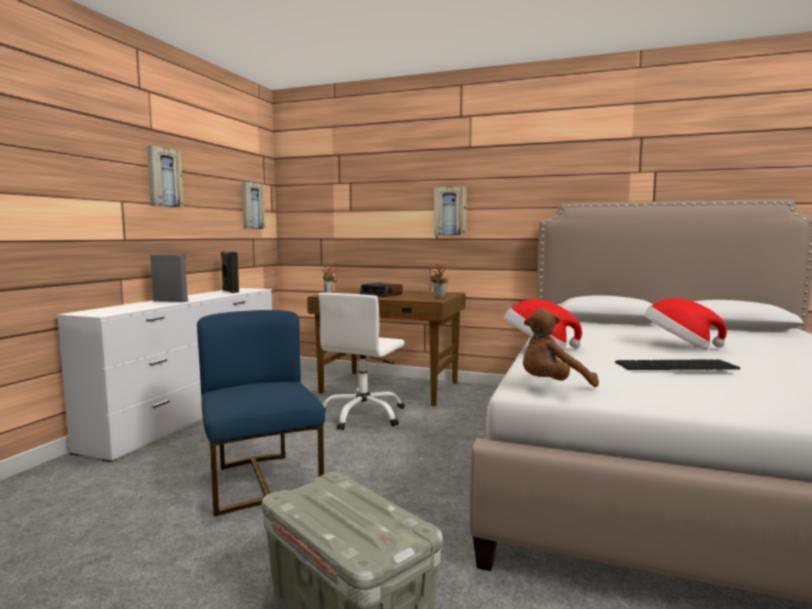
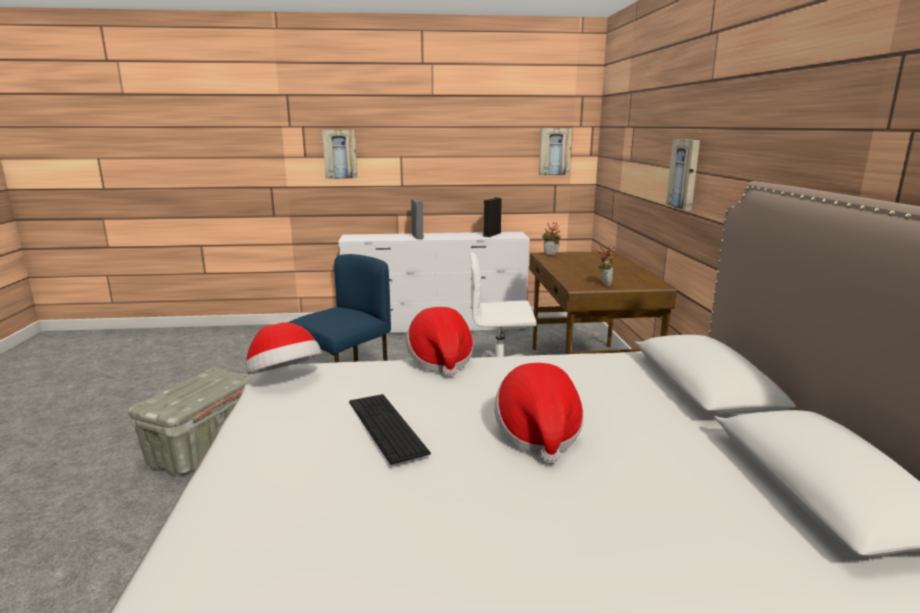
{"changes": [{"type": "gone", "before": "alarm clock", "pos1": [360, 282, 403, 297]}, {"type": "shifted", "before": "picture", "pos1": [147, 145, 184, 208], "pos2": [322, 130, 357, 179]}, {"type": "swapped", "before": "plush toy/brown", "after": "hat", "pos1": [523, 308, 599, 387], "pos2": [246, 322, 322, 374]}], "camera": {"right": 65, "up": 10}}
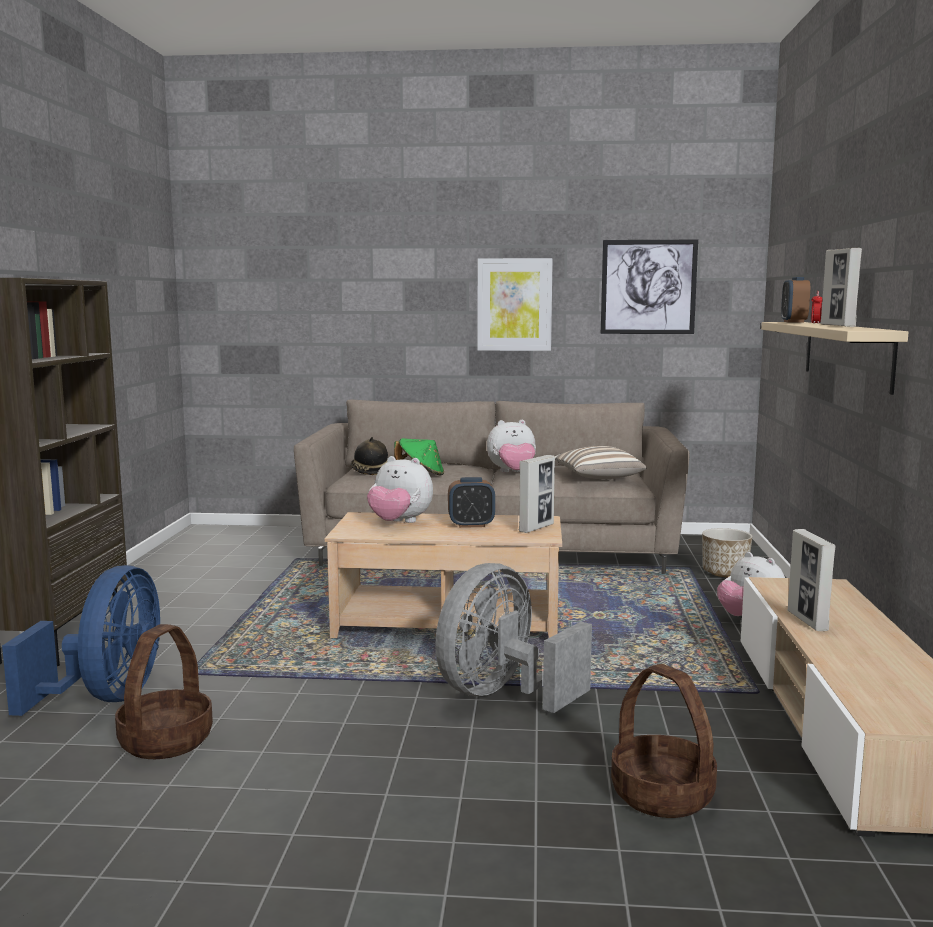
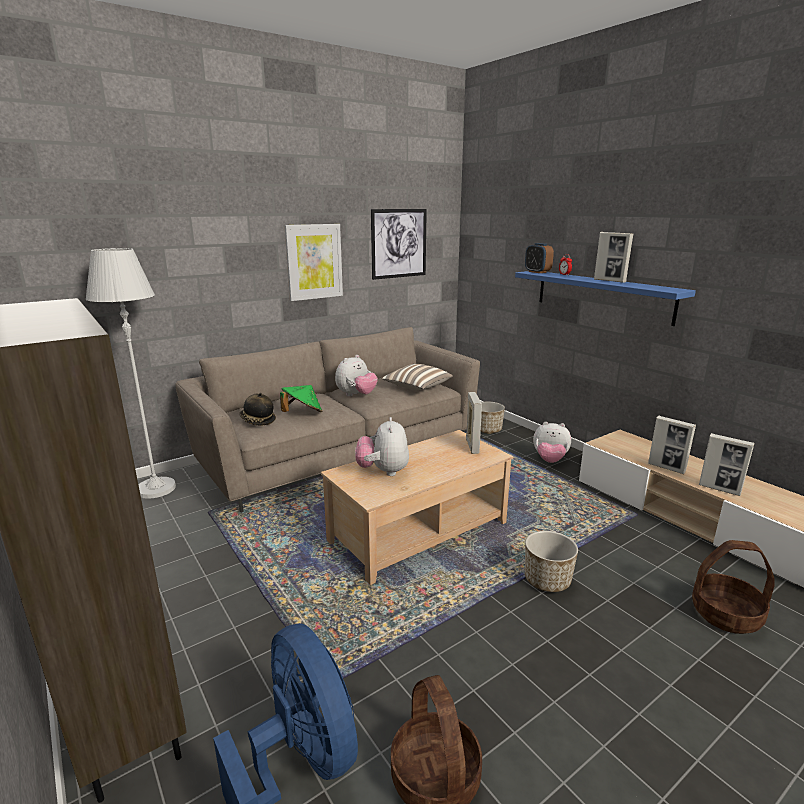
{"changes": [{"type": "gone", "before": "alarm clock", "pos1": [448, 477, 495, 528]}, {"type": "new", "after": "floor lamp/white", "pos2": [86, 248, 176, 499]}, {"type": "new", "after": "picture frame", "pos2": [699, 433, 754, 496]}, {"type": "swapped", "before": "fan/grey", "after": "planter", "pos1": [435, 563, 592, 713], "pos2": [525, 531, 578, 592]}, {"type": "repainted", "before": "shelf/beige", "after": "shelf/blue", "pos1": [761, 322, 909, 395], "pos2": [515, 271, 696, 326]}, {"type": "rotated", "before": "plush toy", "pos1": [367, 456, 433, 523], "pos2": [355, 417, 409, 476], "turn": 105}], "camera": {"right": -40, "up": 10}}
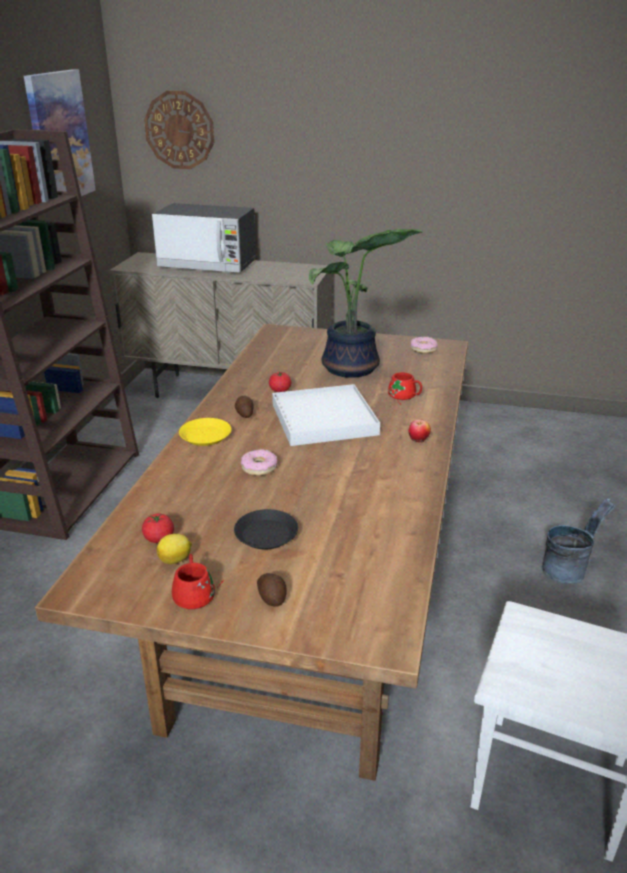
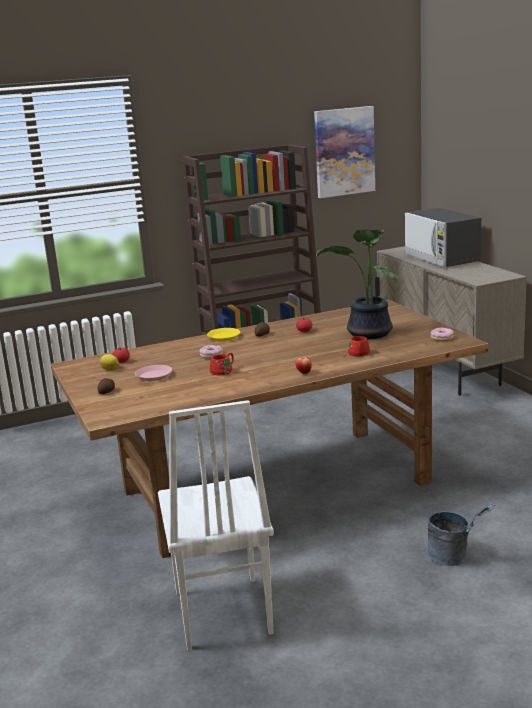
{"changes": [{"type": "gone", "before": "wall clock", "pos1": [144, 91, 214, 169]}, {"type": "gone", "before": "tray/white", "pos1": [272, 384, 380, 446]}, {"type": "shifted", "before": "mug/red", "pos1": [172, 554, 224, 609], "pos2": [210, 353, 238, 375]}, {"type": "repainted", "before": "plate/black", "after": "plate/pink", "pos1": [234, 509, 298, 550], "pos2": [135, 365, 172, 381]}], "camera": {"right": 55, "up": -10}}
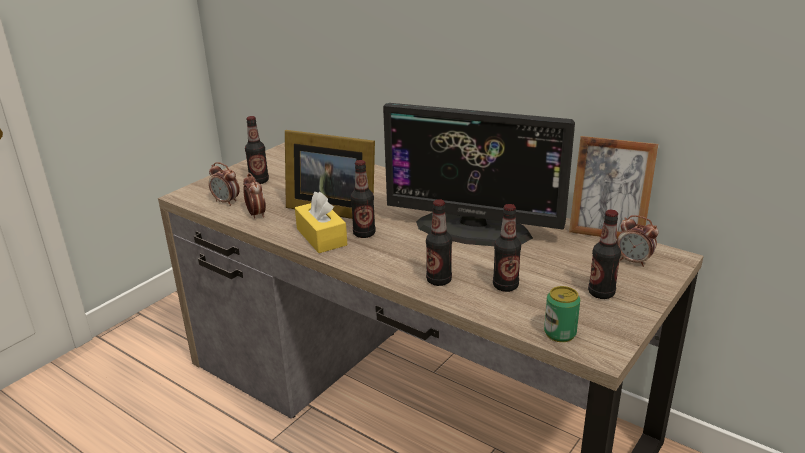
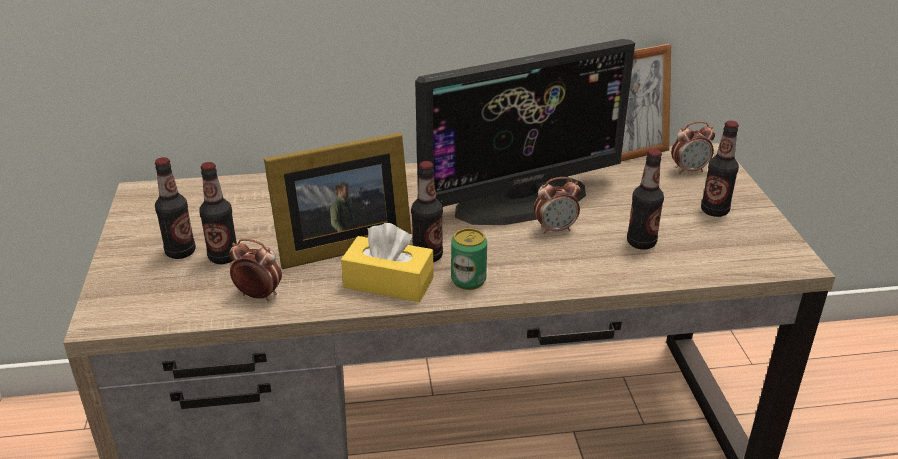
{"changes": [{"type": "shifted", "before": "alarm clock", "pos1": [209, 162, 240, 206], "pos2": [534, 177, 581, 234]}, {"type": "shifted", "before": "bottle", "pos1": [426, 199, 452, 286], "pos2": [199, 162, 237, 264]}, {"type": "shifted", "before": "can", "pos1": [544, 286, 580, 342], "pos2": [451, 228, 487, 290]}], "camera": {"right": -45, "up": 5}}
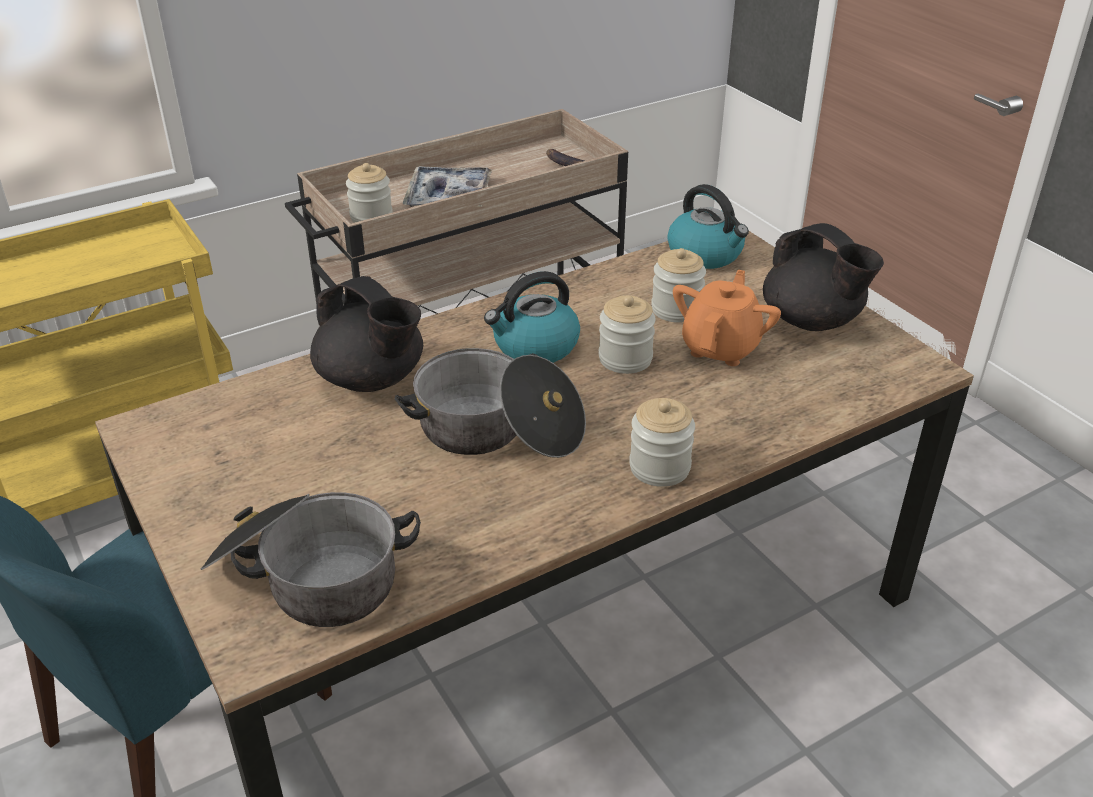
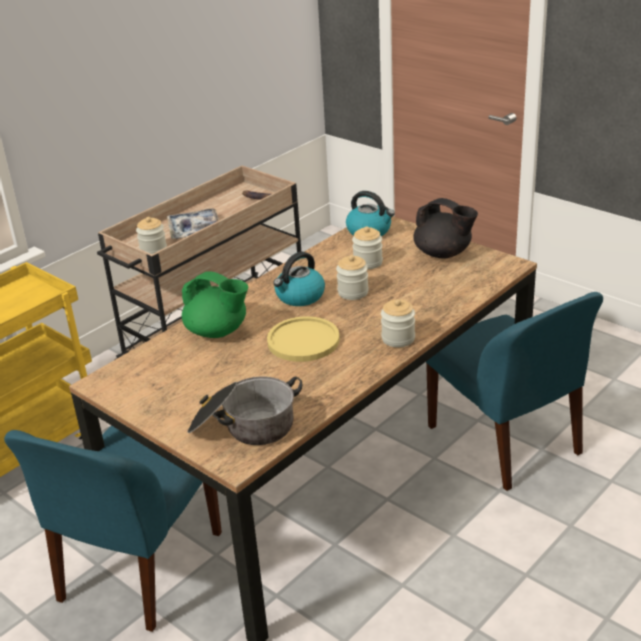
{"changes": [{"type": "gone", "before": "teapot/orange", "pos1": [673, 270, 781, 366]}, {"type": "new", "after": "chair/blue", "pos2": [426, 292, 603, 491]}, {"type": "swapped", "before": "cooking pot", "after": "plate/yellow", "pos1": [395, 348, 586, 458], "pos2": [267, 316, 340, 362]}, {"type": "repainted", "before": "teapot/black", "after": "teapot/green", "pos1": [310, 276, 423, 392], "pos2": [182, 271, 248, 338]}], "camera": {"right": -15, "up": -5}}
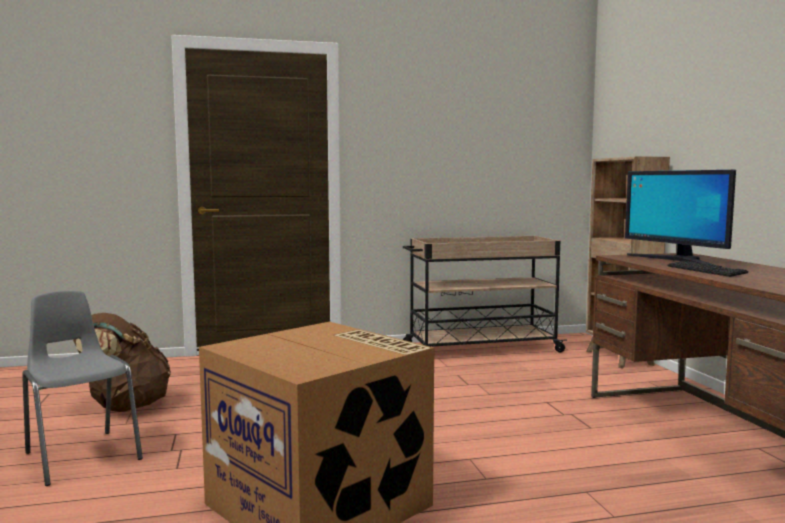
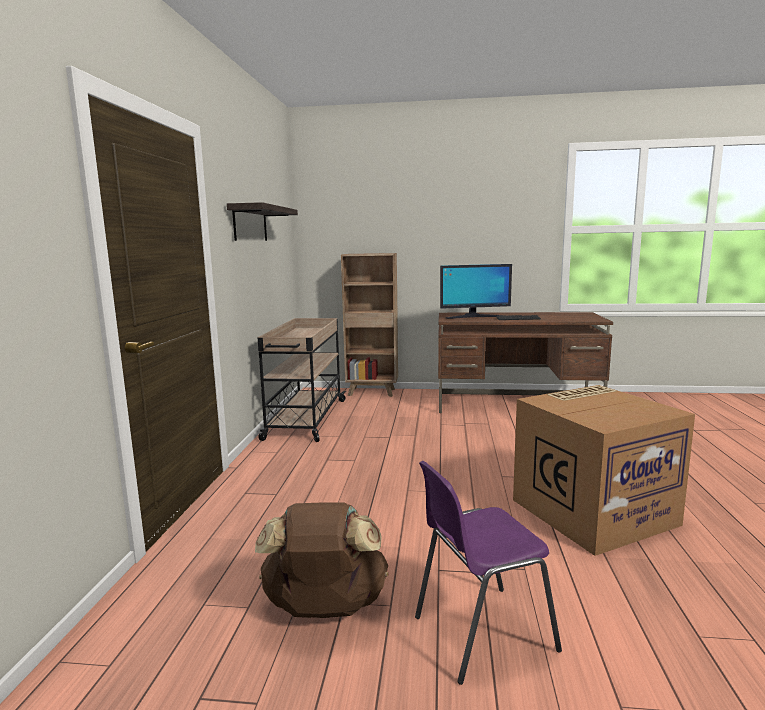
{"changes": [{"type": "new", "after": "shelf", "pos2": [227, 202, 298, 241]}, {"type": "repainted", "before": "chair/grey", "after": "chair/purple", "pos1": [22, 291, 143, 486], "pos2": [415, 461, 562, 685]}], "camera": {"right": -70, "up": 5}}
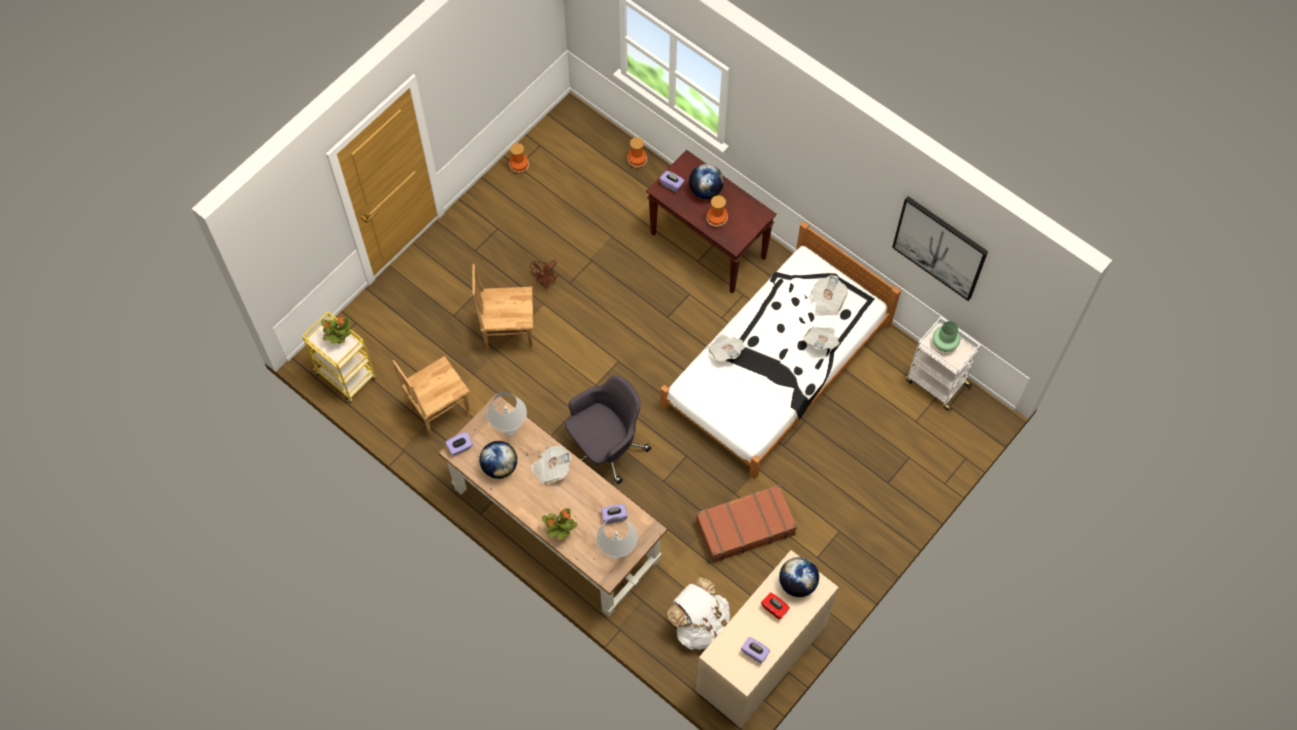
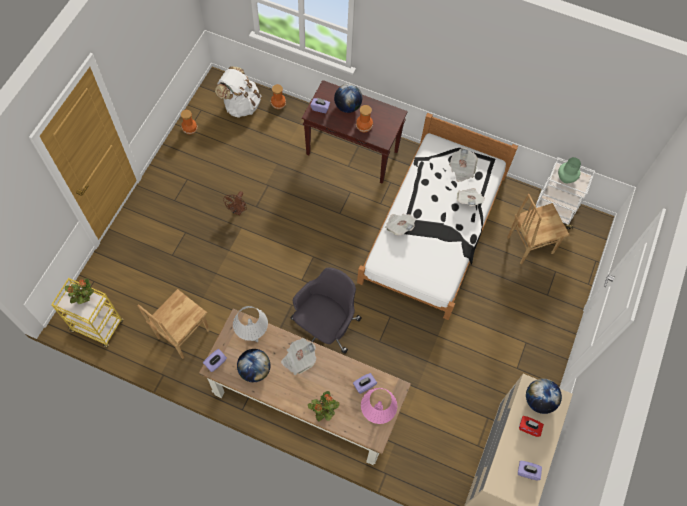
{"changes": [{"type": "gone", "before": "suitcase/brown", "pos1": [696, 485, 797, 563]}, {"type": "gone", "before": "picture", "pos1": [892, 196, 988, 301]}, {"type": "shifted", "before": "chair/brown", "pos1": [473, 264, 533, 353], "pos2": [507, 194, 570, 264]}, {"type": "shifted", "before": "backpack/white", "pos1": [667, 577, 730, 650], "pos2": [215, 66, 261, 118]}, {"type": "repainted", "before": "table lamp/white", "after": "table lamp/pink", "pos1": [596, 517, 638, 559], "pos2": [361, 388, 397, 424]}], "camera": {"right": -20, "up": 0}}
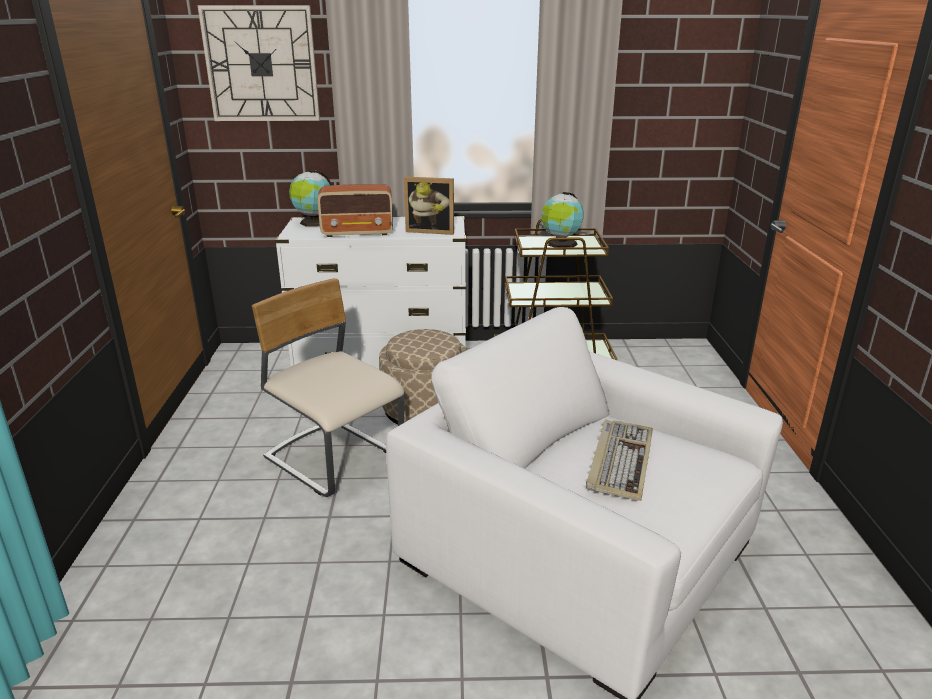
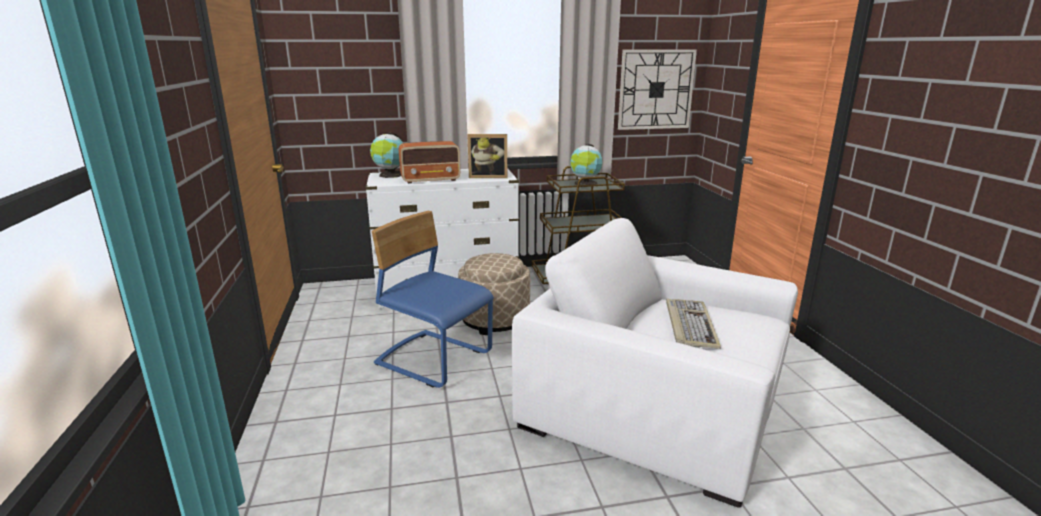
{"changes": [{"type": "shifted", "before": "wall clock", "pos1": [197, 5, 320, 121], "pos2": [618, 49, 697, 130]}, {"type": "repainted", "before": "chair/beige", "after": "chair/blue", "pos1": [252, 278, 404, 497], "pos2": [371, 211, 494, 388]}], "camera": {"right": -10, "up": -5}}
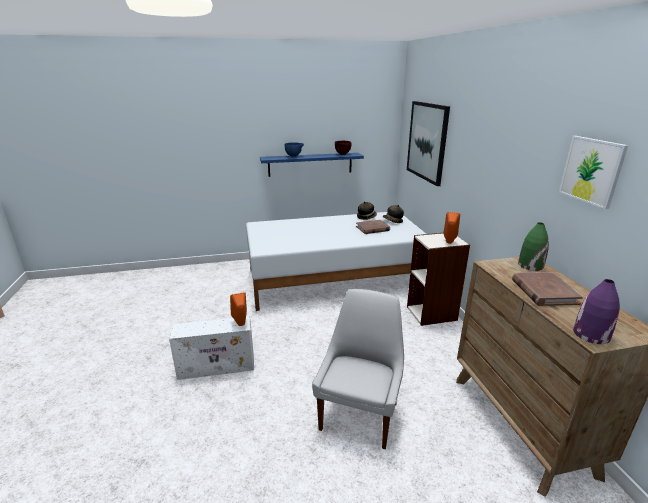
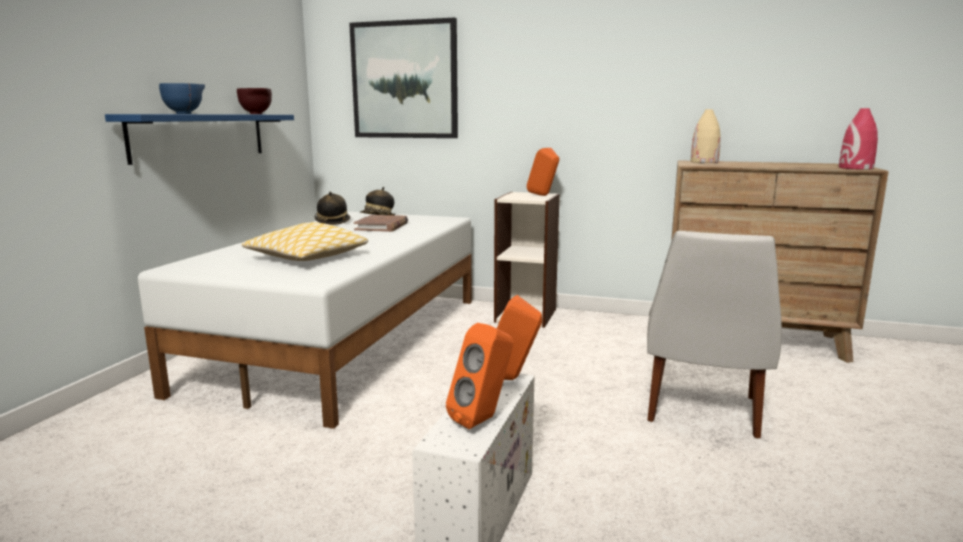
{"changes": [{"type": "gone", "before": "book/brown", "pos1": [512, 272, 583, 306]}, {"type": "gone", "before": "picture", "pos1": [559, 136, 628, 209]}, {"type": "new", "after": "pillow", "pos2": [242, 222, 368, 261]}, {"type": "new", "after": "speaker/orange", "pos2": [446, 323, 513, 429]}, {"type": "repainted", "before": "vase/green", "after": "vase/beige", "pos1": [518, 222, 549, 271], "pos2": [691, 109, 721, 163]}, {"type": "repainted", "before": "vase/purple", "after": "vase/red", "pos1": [573, 279, 620, 344], "pos2": [839, 108, 878, 170]}, {"type": "rotated", "before": "chair/white", "pos1": [312, 289, 404, 449], "pos2": [647, 231, 782, 438], "turn": -120}], "camera": {"right": -60, "up": -10}}
